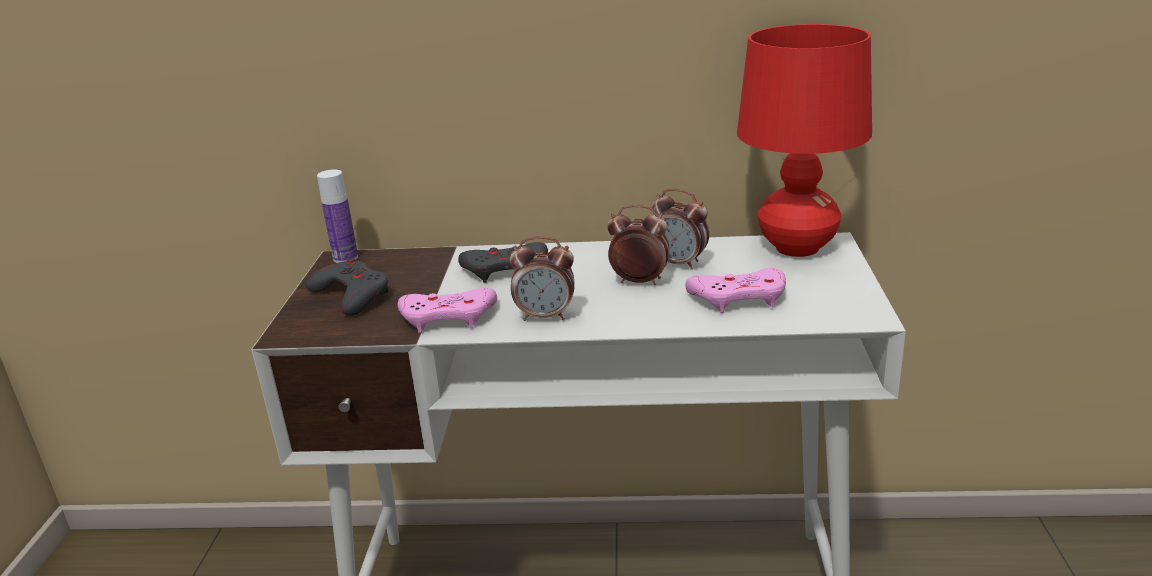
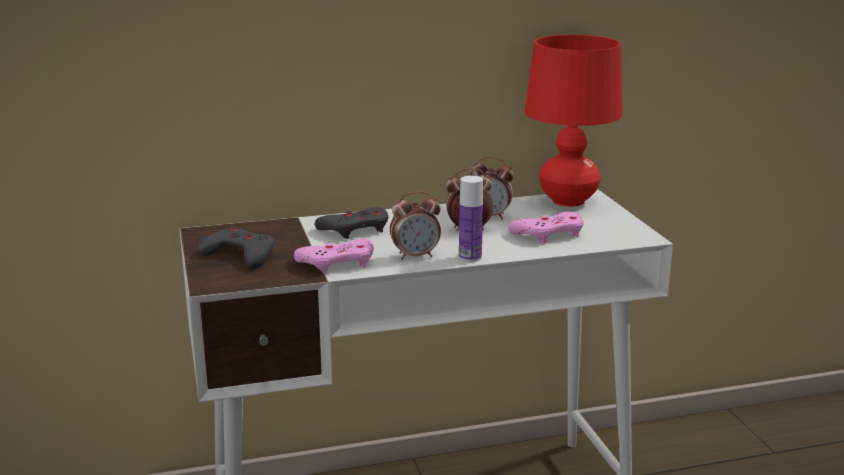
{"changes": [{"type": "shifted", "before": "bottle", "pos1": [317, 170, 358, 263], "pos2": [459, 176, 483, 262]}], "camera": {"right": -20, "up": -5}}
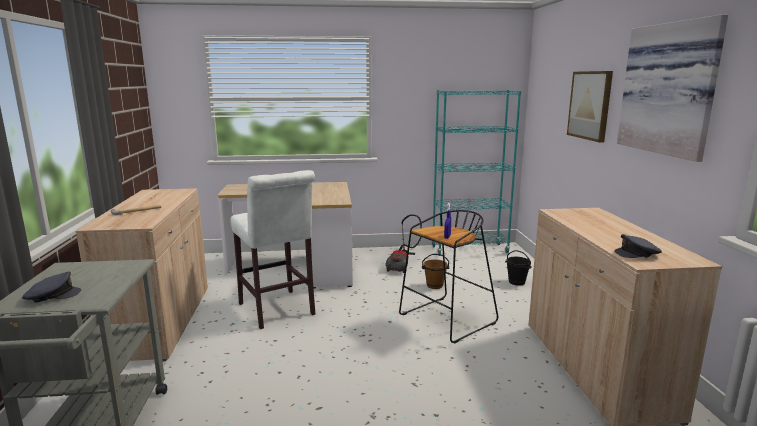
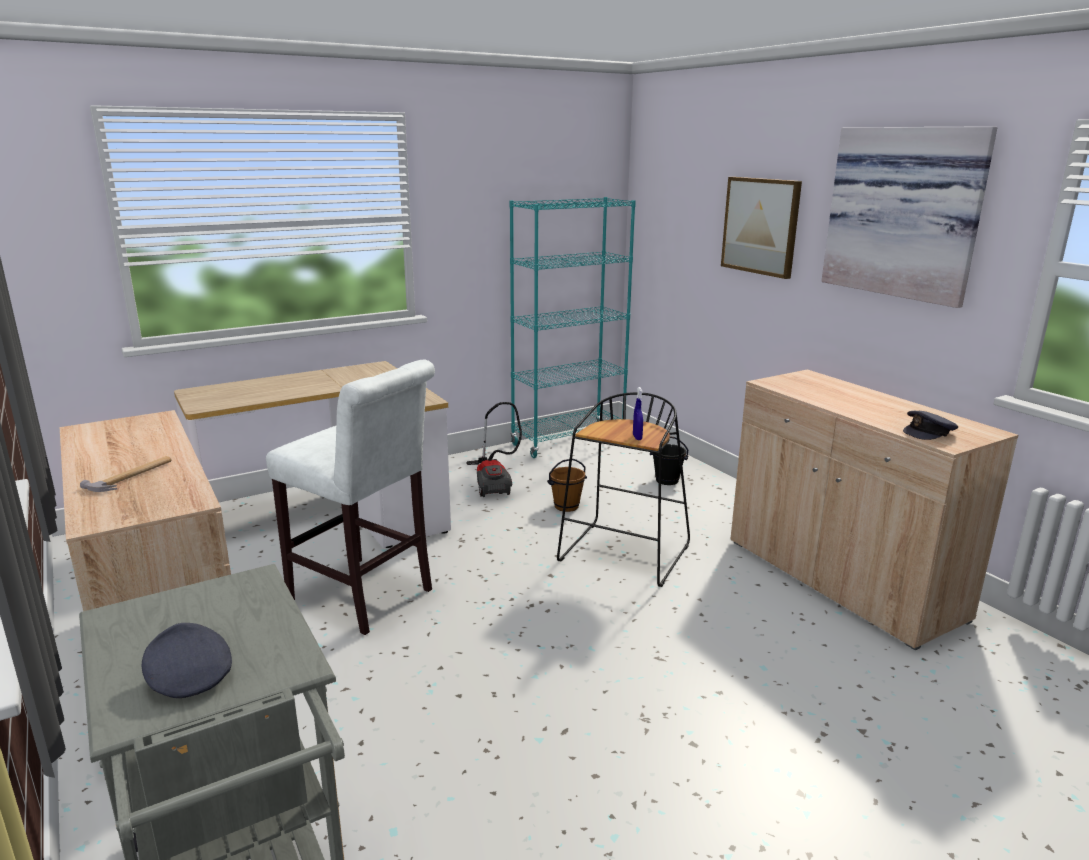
{"changes": [{"type": "rotated", "before": "cap/grey", "pos1": [22, 271, 81, 303], "pos2": [142, 623, 232, 698], "turn": -75}], "camera": {"right": -25, "up": 5}}
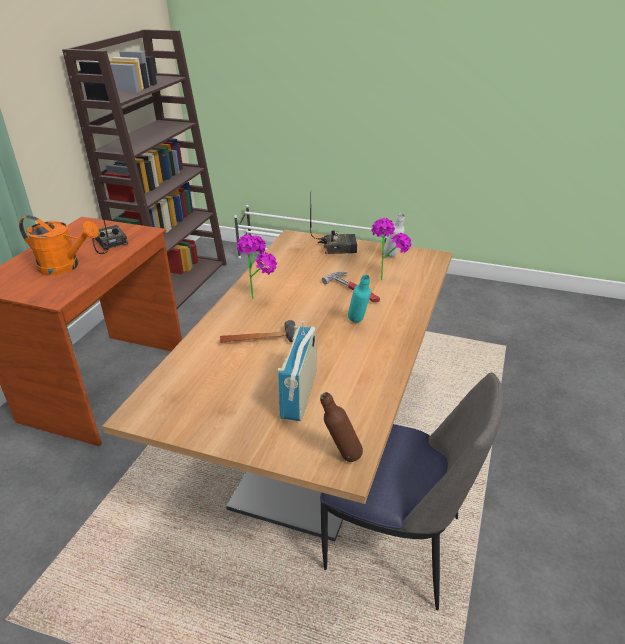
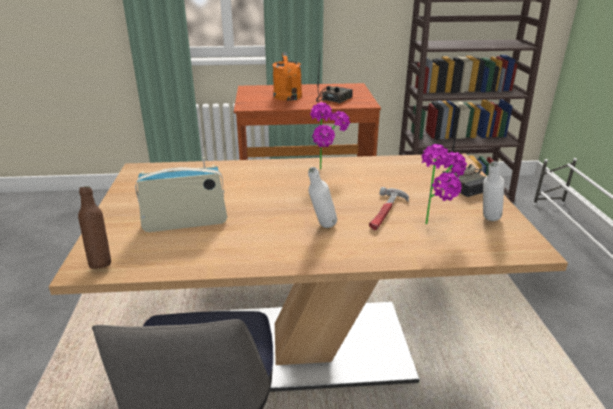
{"changes": [{"type": "gone", "before": "hammer", "pos1": [220, 320, 295, 343]}, {"type": "repainted", "before": "bottle/turquoise", "after": "bottle/white", "pos1": [348, 274, 371, 323], "pos2": [308, 167, 337, 228]}], "camera": {"right": 65, "up": -5}}
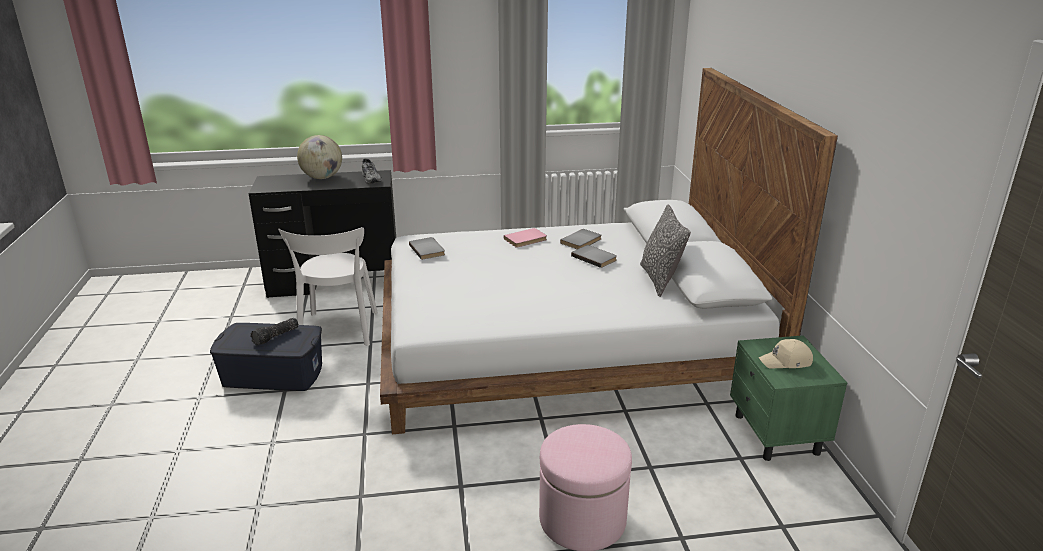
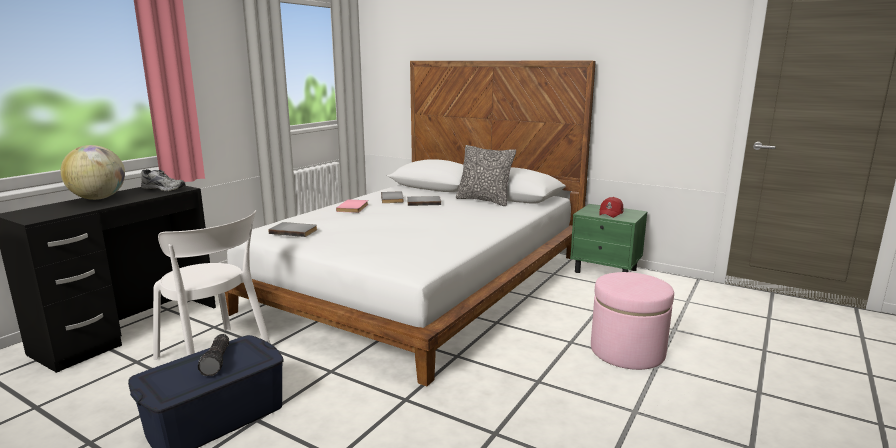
{"changes": [{"type": "repainted", "before": "cap/beige", "after": "cap/red", "pos1": [758, 339, 813, 369], "pos2": [599, 197, 623, 218]}], "camera": {"right": -50, "up": -10}}
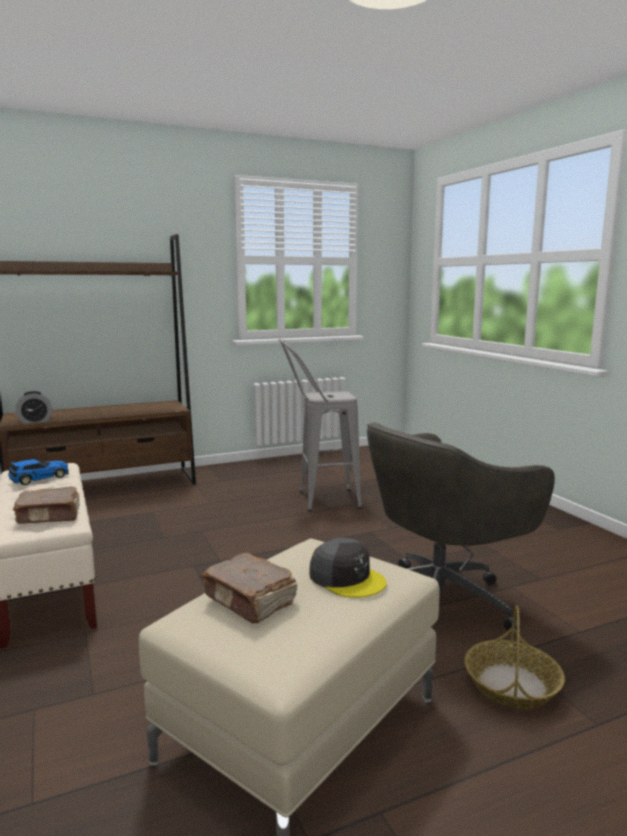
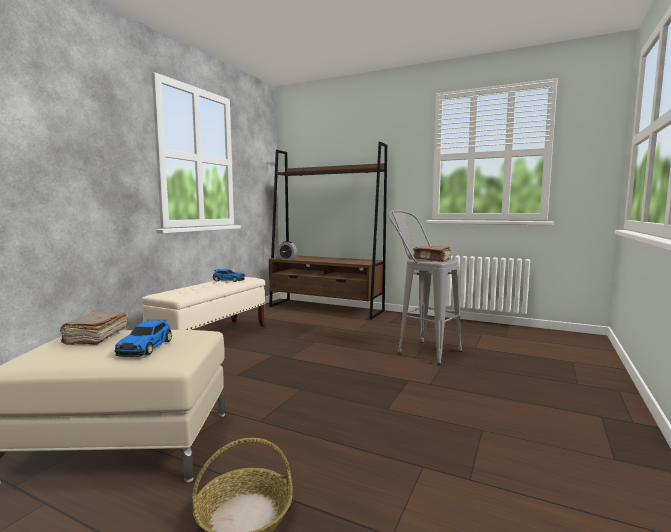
{"changes": [{"type": "gone", "before": "office chair/grey", "pos1": [367, 422, 555, 633]}, {"type": "shifted", "before": "book/brown", "pos1": [13, 486, 80, 524], "pos2": [413, 246, 452, 262]}, {"type": "swapped", "before": "cap/grey", "after": "toy car", "pos1": [309, 538, 387, 598], "pos2": [114, 319, 172, 357]}], "camera": {"right": 50, "up": -5}}
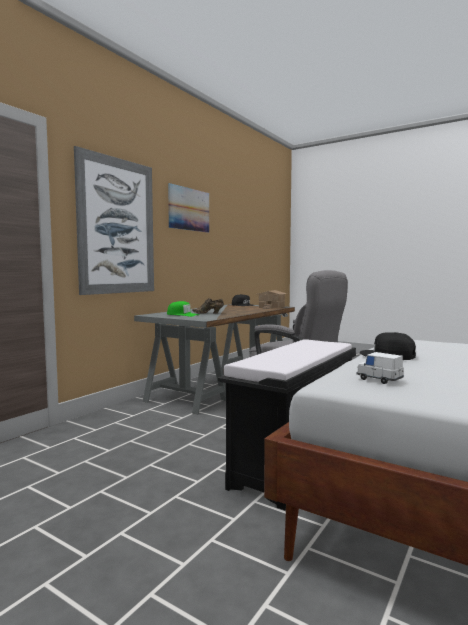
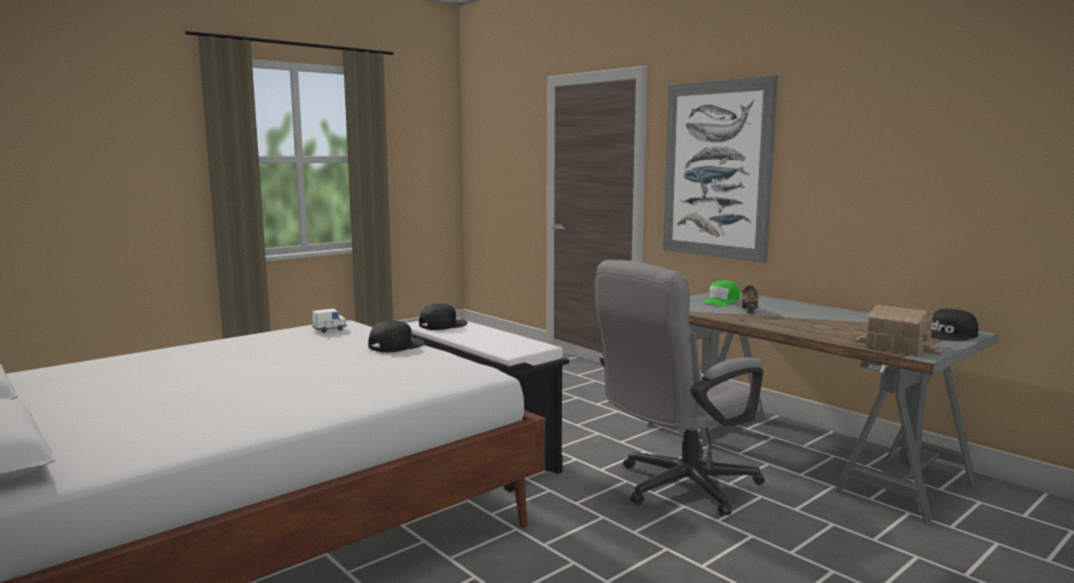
{"changes": [{"type": "gone", "before": "picture", "pos1": [168, 183, 209, 233]}, {"type": "new", "after": "cap/black", "pos2": [419, 303, 468, 330]}], "camera": {"right": 105, "up": 5}}
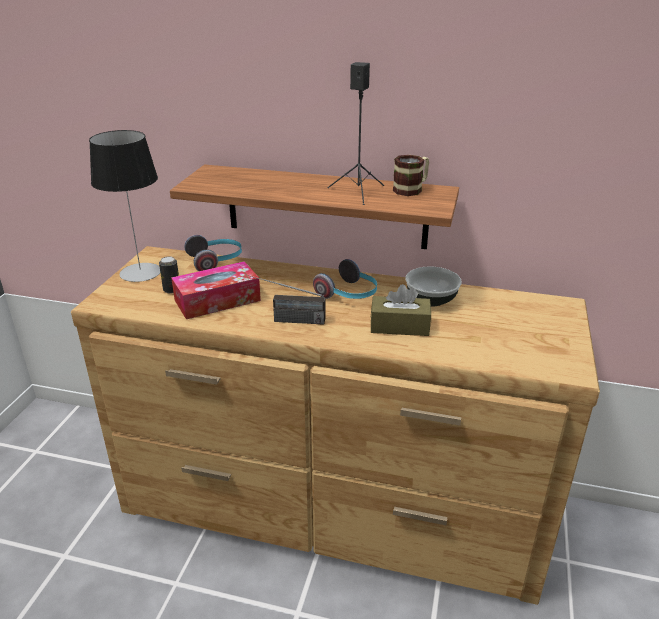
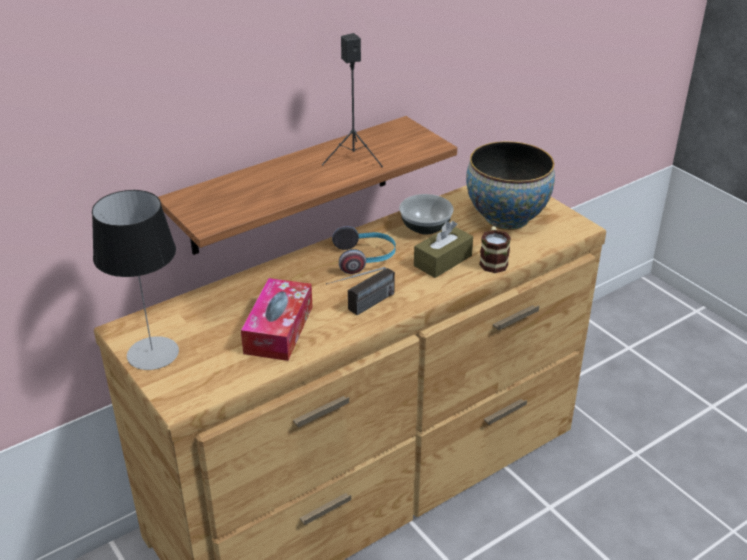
{"changes": [{"type": "gone", "before": "can", "pos1": [159, 256, 179, 294]}, {"type": "gone", "before": "headphones", "pos1": [184, 235, 242, 271]}, {"type": "new", "after": "bowl", "pos2": [466, 141, 555, 230]}, {"type": "shifted", "before": "mug", "pos1": [393, 155, 429, 196], "pos2": [479, 226, 511, 273]}], "camera": {"right": -50, "up": 5}}
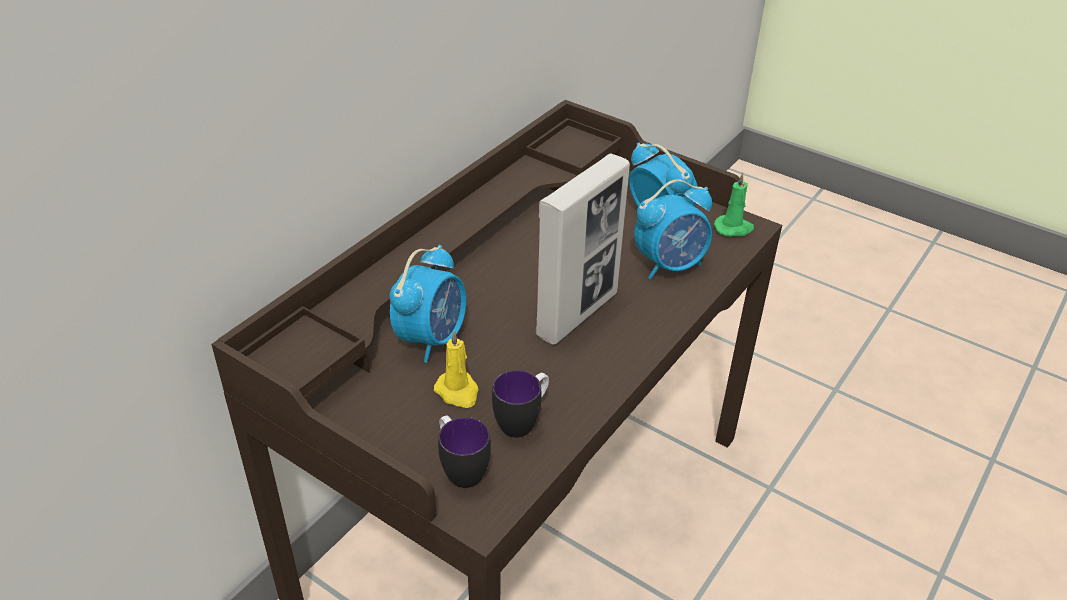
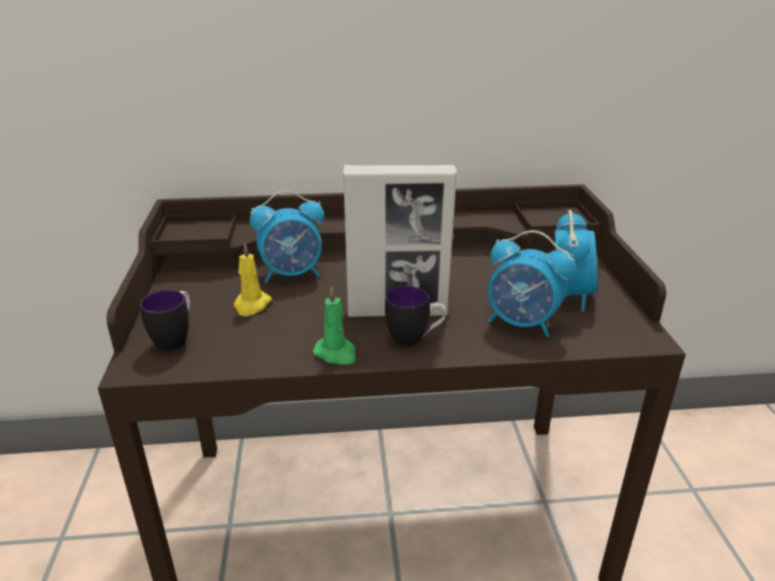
{"changes": [{"type": "shifted", "before": "mug", "pos1": [492, 370, 549, 438], "pos2": [385, 286, 446, 347]}, {"type": "shifted", "before": "candle/green", "pos1": [714, 172, 754, 237], "pos2": [313, 286, 356, 364]}], "camera": {"right": 50, "up": -10}}
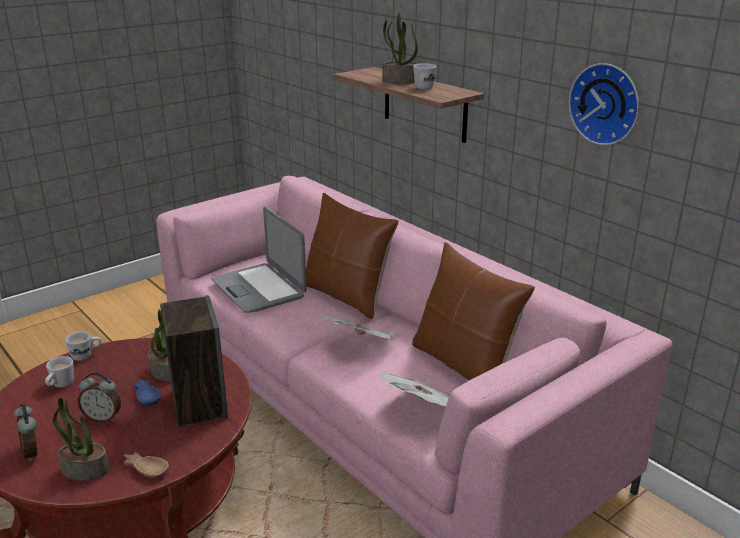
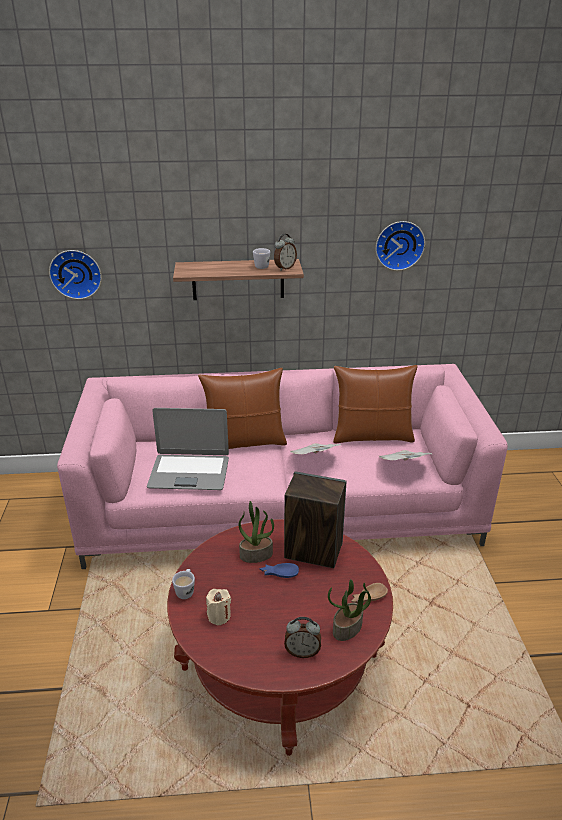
{"changes": [{"type": "gone", "before": "potted plant", "pos1": [383, 13, 418, 84]}, {"type": "new", "after": "wall clock", "pos2": [49, 250, 102, 299]}, {"type": "shifted", "before": "alarm clock", "pos1": [78, 372, 121, 423], "pos2": [274, 234, 297, 271]}, {"type": "swapped", "before": "mug/white", "after": "candle/beige", "pos1": [45, 356, 74, 388], "pos2": [206, 589, 231, 626]}], "camera": {"right": -55, "up": 5}}
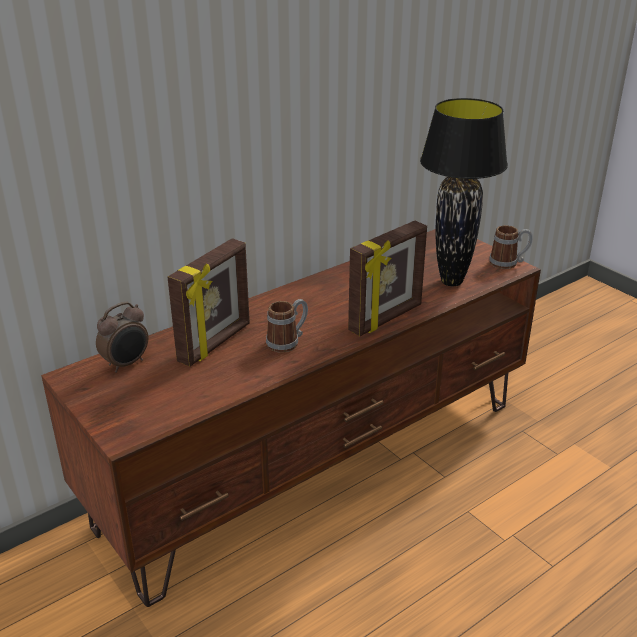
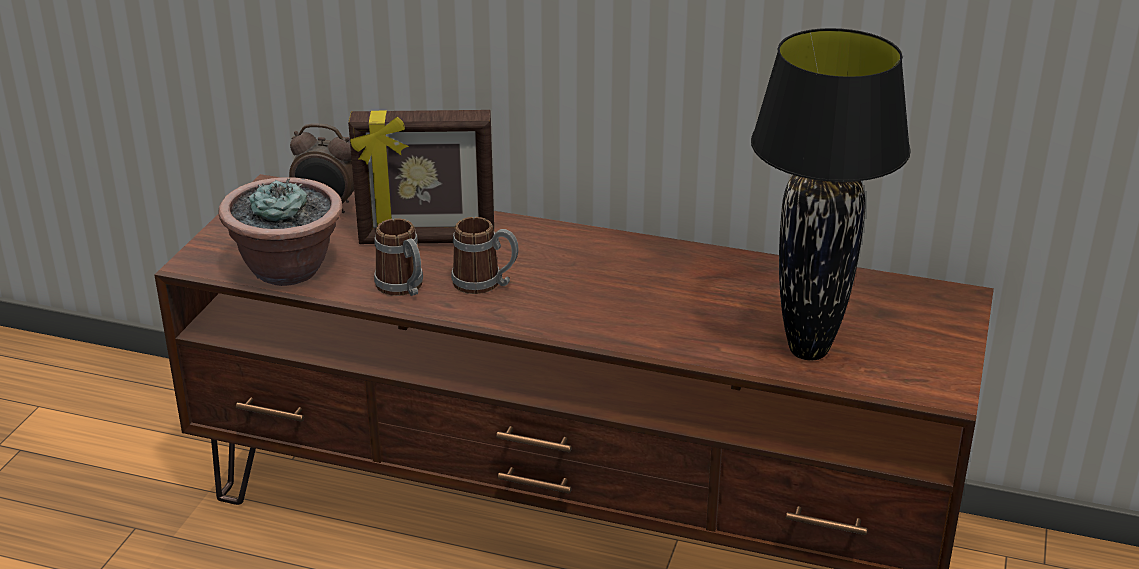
{"changes": [{"type": "gone", "before": "picture frame", "pos1": [348, 221, 427, 336]}, {"type": "new", "after": "potted plant", "pos2": [218, 177, 343, 286]}, {"type": "shifted", "before": "mug", "pos1": [489, 225, 533, 269], "pos2": [374, 218, 423, 296]}], "camera": {"right": 55, "up": 0}}
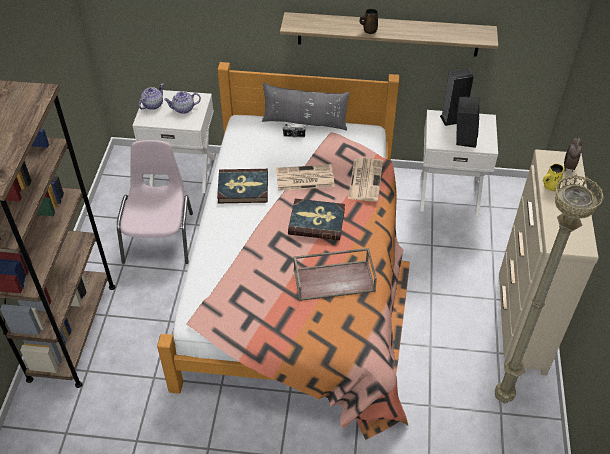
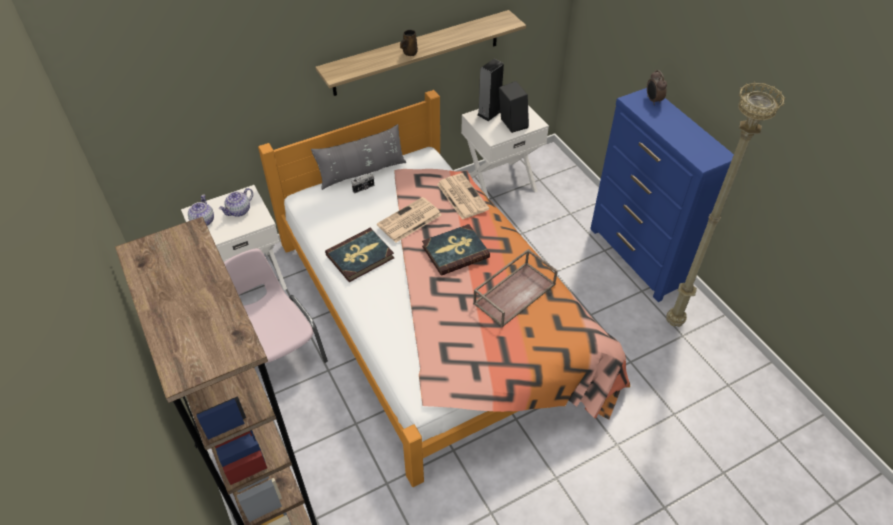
{"changes": [{"type": "gone", "before": "mug/yellow", "pos1": [542, 164, 564, 191]}, {"type": "repainted", "before": "dresser/beige", "after": "dresser/blue", "pos1": [499, 149, 599, 376], "pos2": [590, 88, 734, 302]}], "camera": {"right": -35, "up": 0}}
